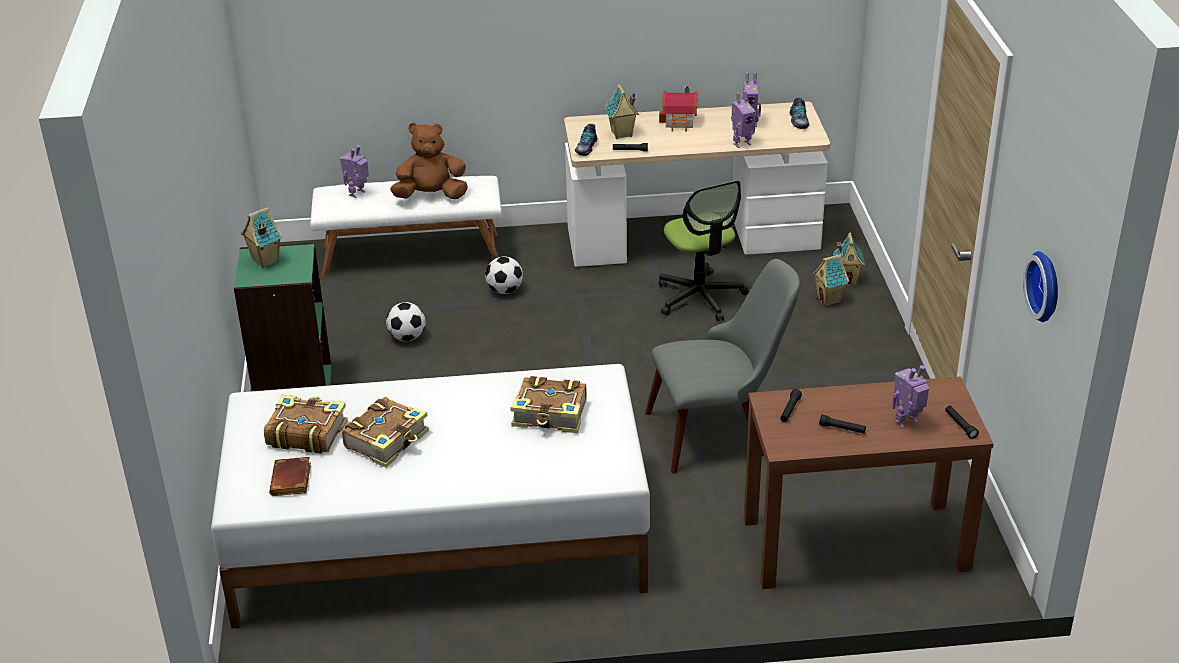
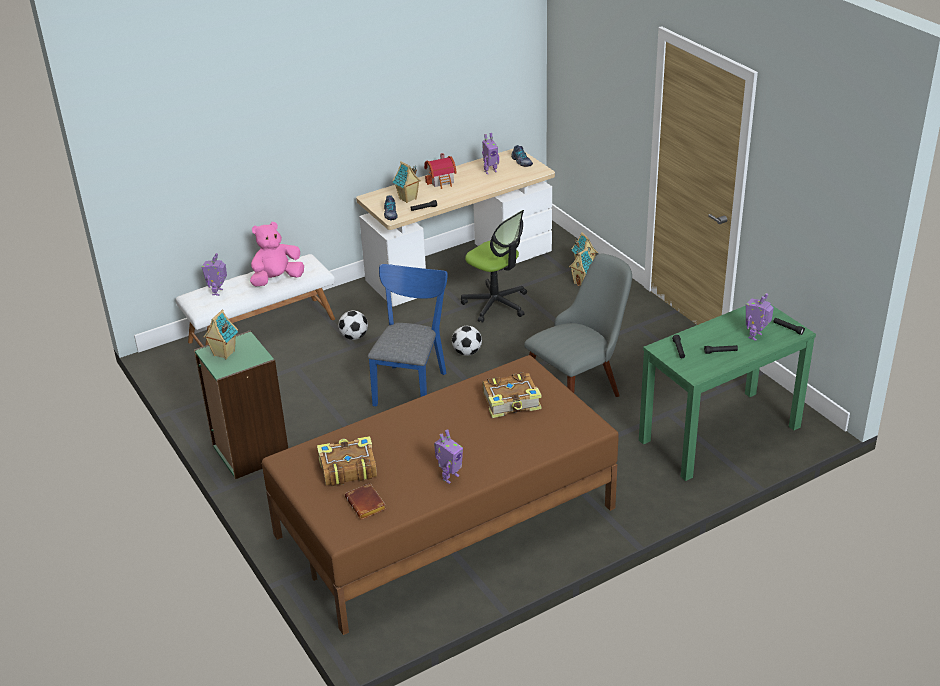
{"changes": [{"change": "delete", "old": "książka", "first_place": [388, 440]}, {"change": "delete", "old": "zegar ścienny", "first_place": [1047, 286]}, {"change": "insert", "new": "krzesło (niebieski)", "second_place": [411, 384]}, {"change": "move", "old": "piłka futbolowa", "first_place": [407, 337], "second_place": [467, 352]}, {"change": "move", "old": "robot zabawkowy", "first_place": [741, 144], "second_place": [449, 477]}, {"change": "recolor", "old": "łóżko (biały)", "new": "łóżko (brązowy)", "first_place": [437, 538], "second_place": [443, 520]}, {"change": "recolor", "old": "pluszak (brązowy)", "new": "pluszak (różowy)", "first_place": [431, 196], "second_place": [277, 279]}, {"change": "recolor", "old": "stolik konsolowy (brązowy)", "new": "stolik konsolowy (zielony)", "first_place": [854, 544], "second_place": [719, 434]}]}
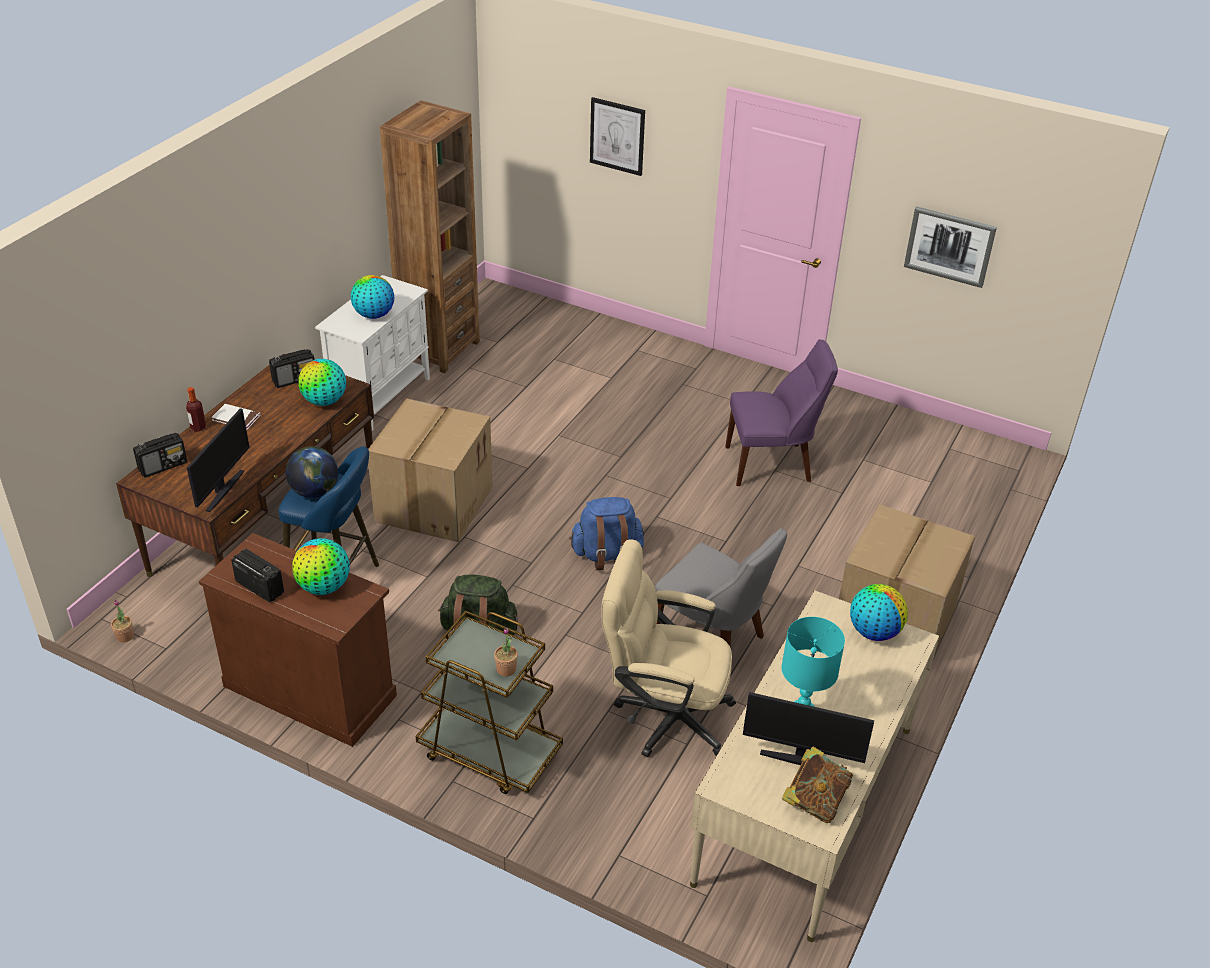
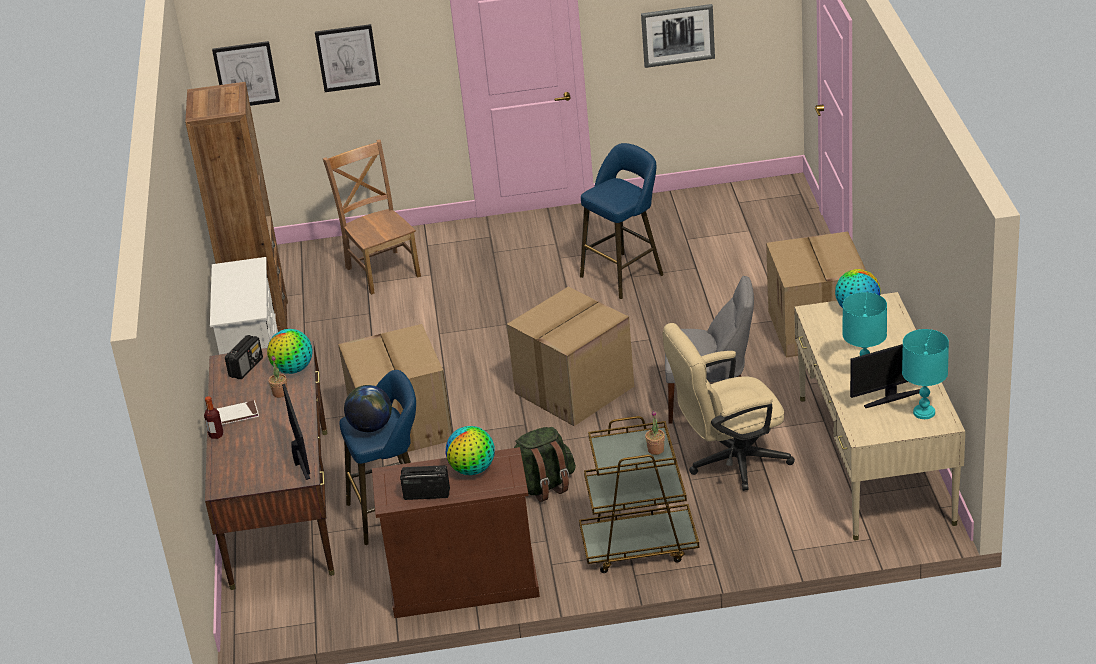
{"changes": [{"change": "delete", "old": "radio", "first_place": [163, 466]}, {"change": "delete", "old": "globus", "first_place": [374, 315]}, {"change": "insert", "new": "obraz", "second_place": [246, 74]}, {"change": "insert", "new": "krzesło (brązowy)", "second_place": [382, 270]}, {"change": "move", "old": "roślina doniczkowa", "first_place": [125, 636], "second_place": [280, 393]}, {"change": "replace", "old": "plecak (niebieski)", "new": "karton", "first_place": [606, 554], "second_place": [574, 391]}, {"change": "replace", "old": "krzesło (fioletowy)", "new": "stołek (niebieski)", "first_place": [772, 464], "second_place": [625, 273]}, {"change": "replace", "old": "książka", "new": "lampa stołowa (turkusowy)", "first_place": [815, 800], "second_place": [923, 413]}]}
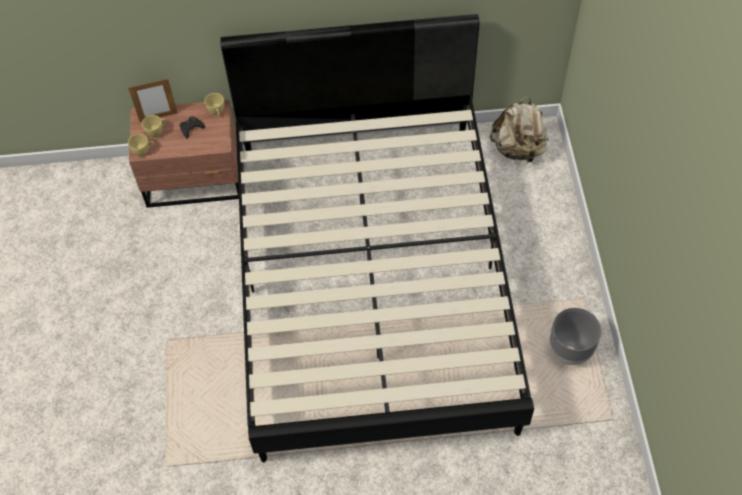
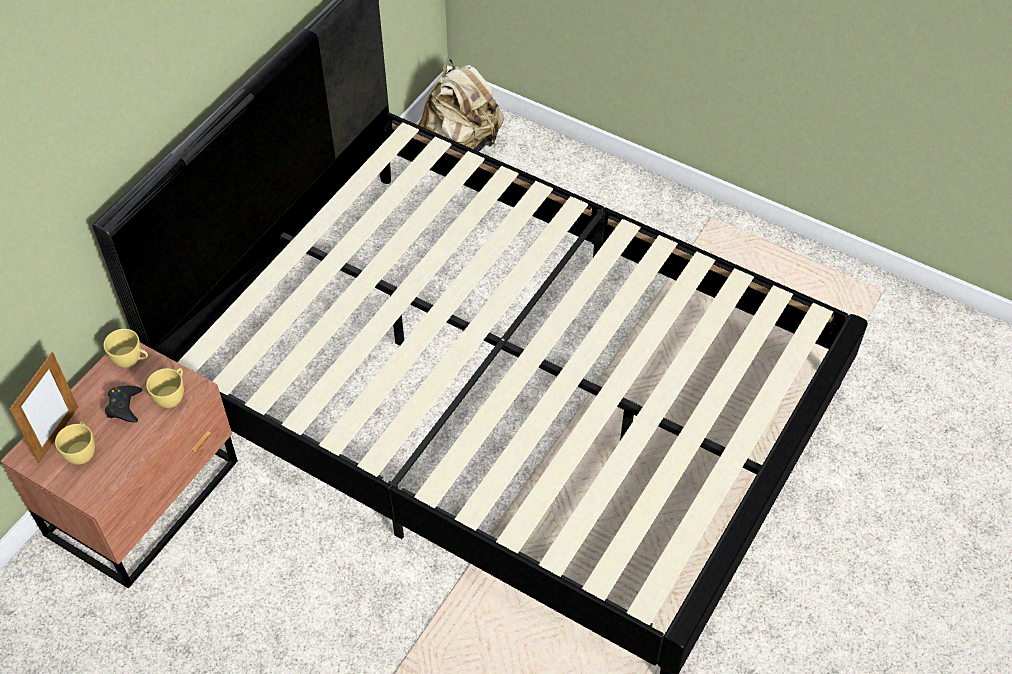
{"changes": [{"change": "delete", "old": "donica (szary)", "first_place": [570, 350]}, {"change": "move", "old": "filiżanka (żółty)", "first_place": [143, 151], "second_place": [173, 396]}]}
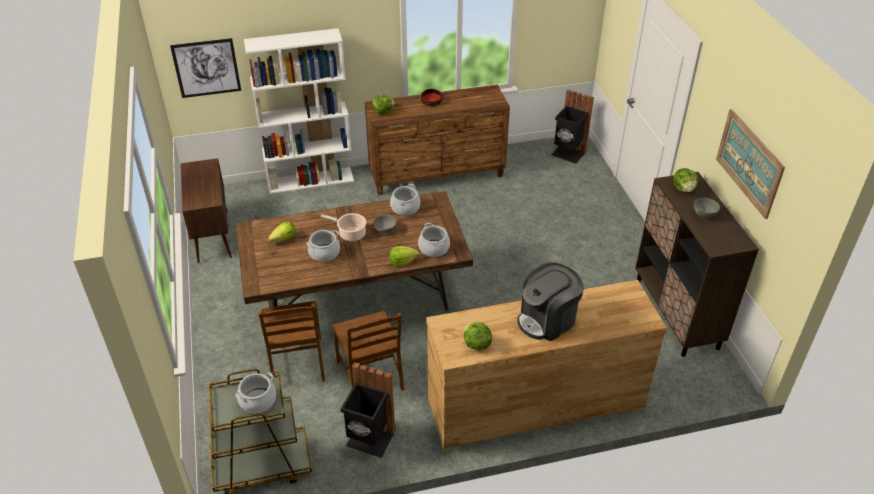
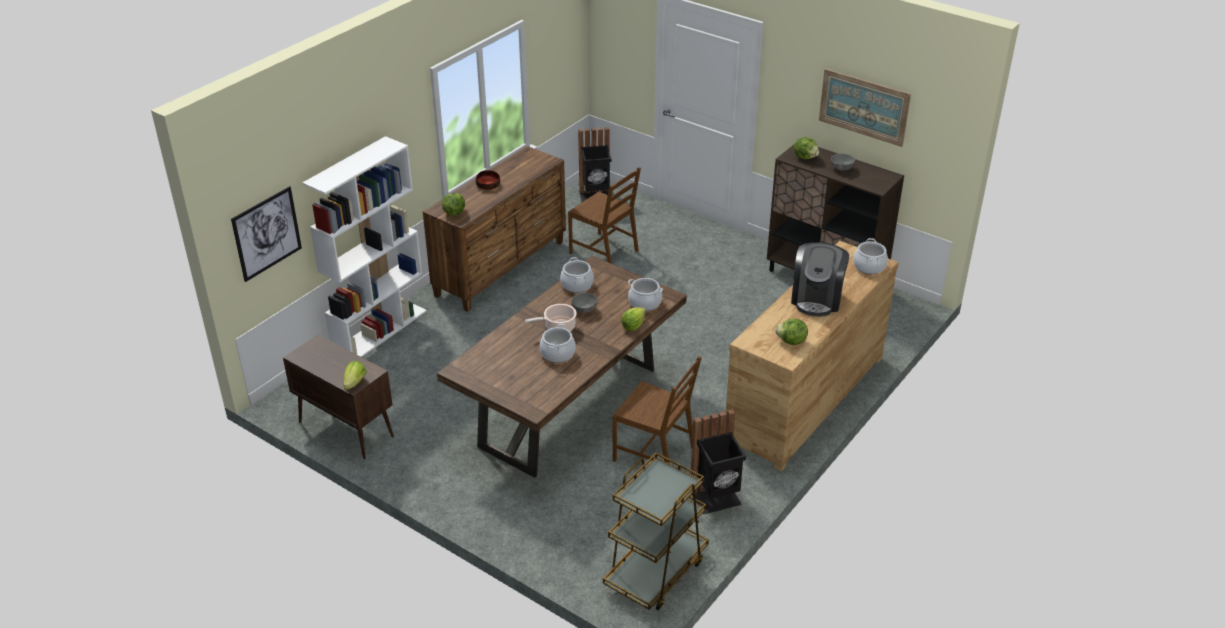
{"changes": [{"change": "move", "old": "garnek", "first_place": [257, 400], "second_place": [869, 266]}, {"change": "move", "old": "krzesło (brązowy)", "first_place": [297, 363], "second_place": [605, 252]}, {"change": "move", "old": "sałata", "first_place": [284, 239], "second_place": [355, 383]}]}
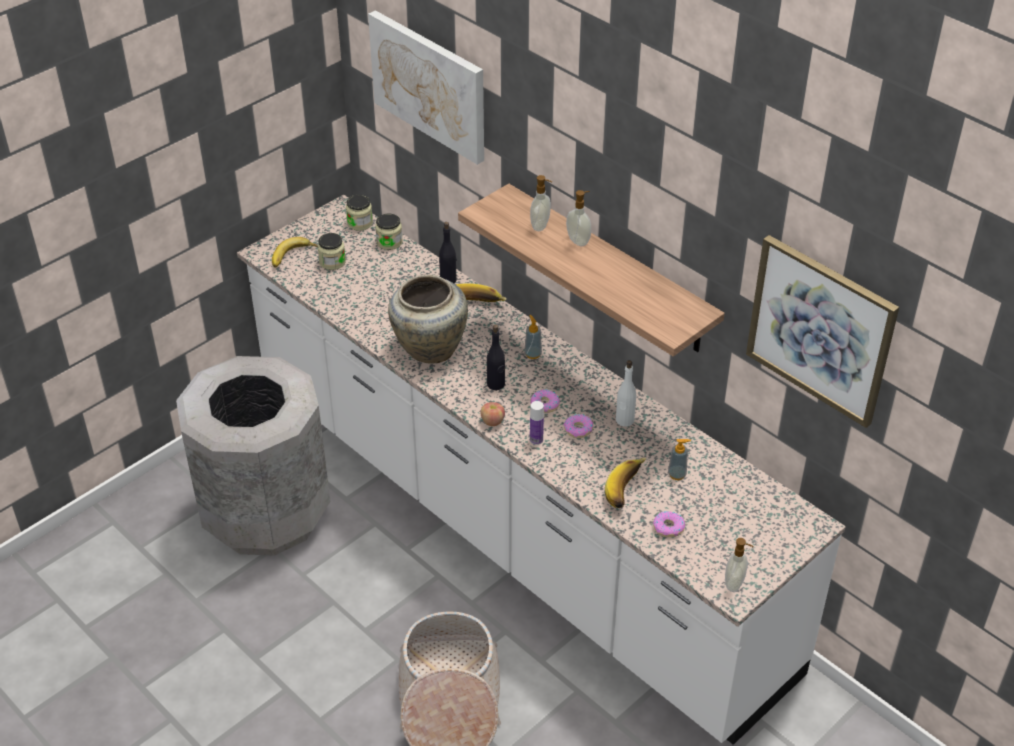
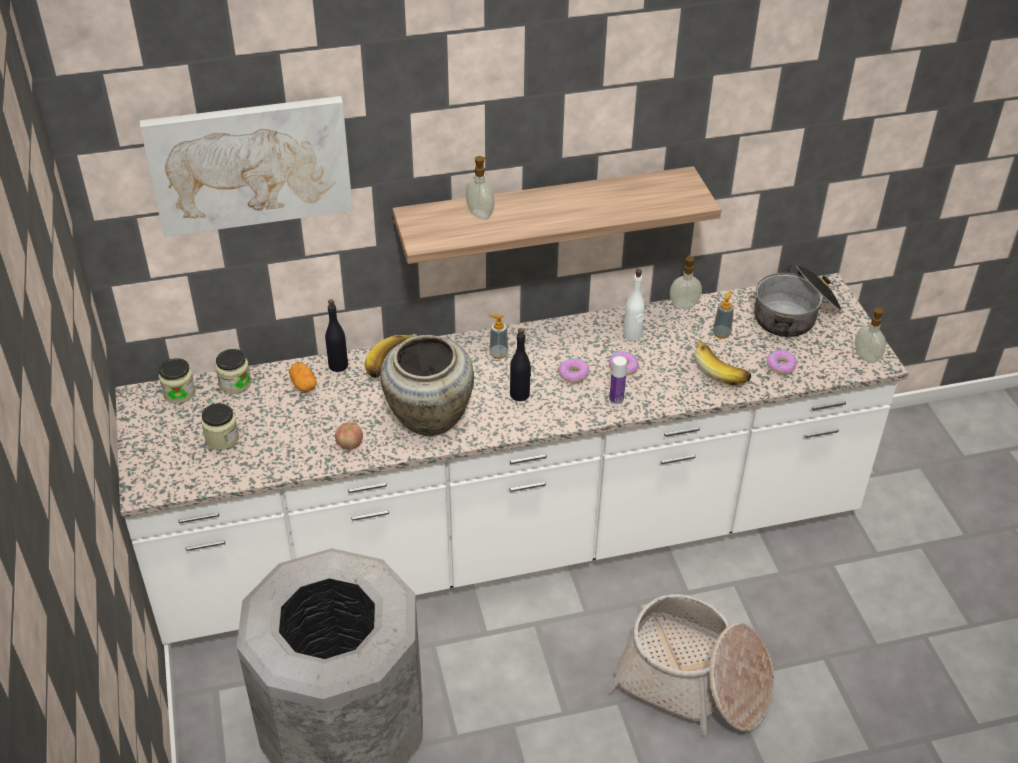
{"changes": [{"change": "delete", "old": "banan", "first_place": [293, 257]}, {"change": "delete", "old": "obraz", "first_place": [820, 330]}, {"change": "insert", "new": "ziemniak", "second_place": [303, 384]}, {"change": "insert", "new": "garnek", "second_place": [795, 315]}, {"change": "move", "old": "jabłko", "first_place": [492, 421], "second_place": [349, 444]}, {"change": "move", "old": "dozownik mydła", "first_place": [579, 240], "second_place": [683, 304]}]}
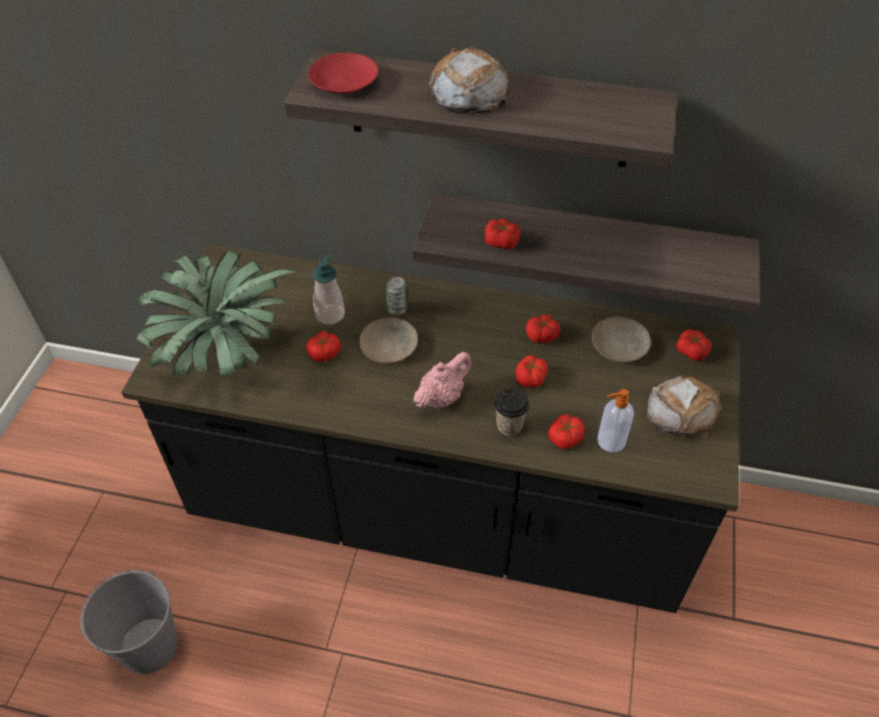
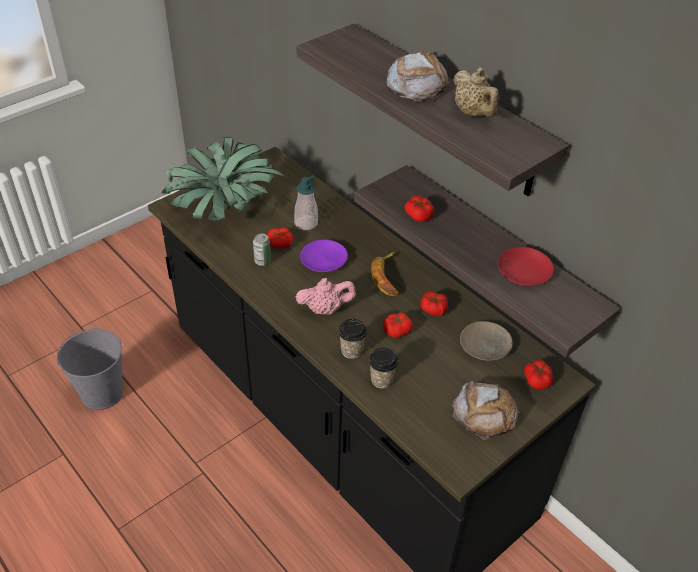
{"changes": [{"change": "delete", "old": "dozownik mydła", "first_place": [610, 441]}, {"change": "insert", "new": "banan", "second_place": [387, 277]}, {"change": "insert", "new": "imbryk (beżowy)", "second_place": [473, 113]}, {"change": "move", "old": "talerz (czerwony)", "first_place": [343, 82], "second_place": [523, 272]}, {"change": "move", "old": "puszka", "first_place": [397, 309], "second_place": [262, 261]}, {"change": "replace", "old": "pomidor", "new": "filiżanka", "first_place": [565, 437], "second_place": [381, 380]}, {"change": "recolor", "old": "talerz (beżowy)", "new": "talerz (fioletowy)", "first_place": [389, 345], "second_place": [324, 261]}]}
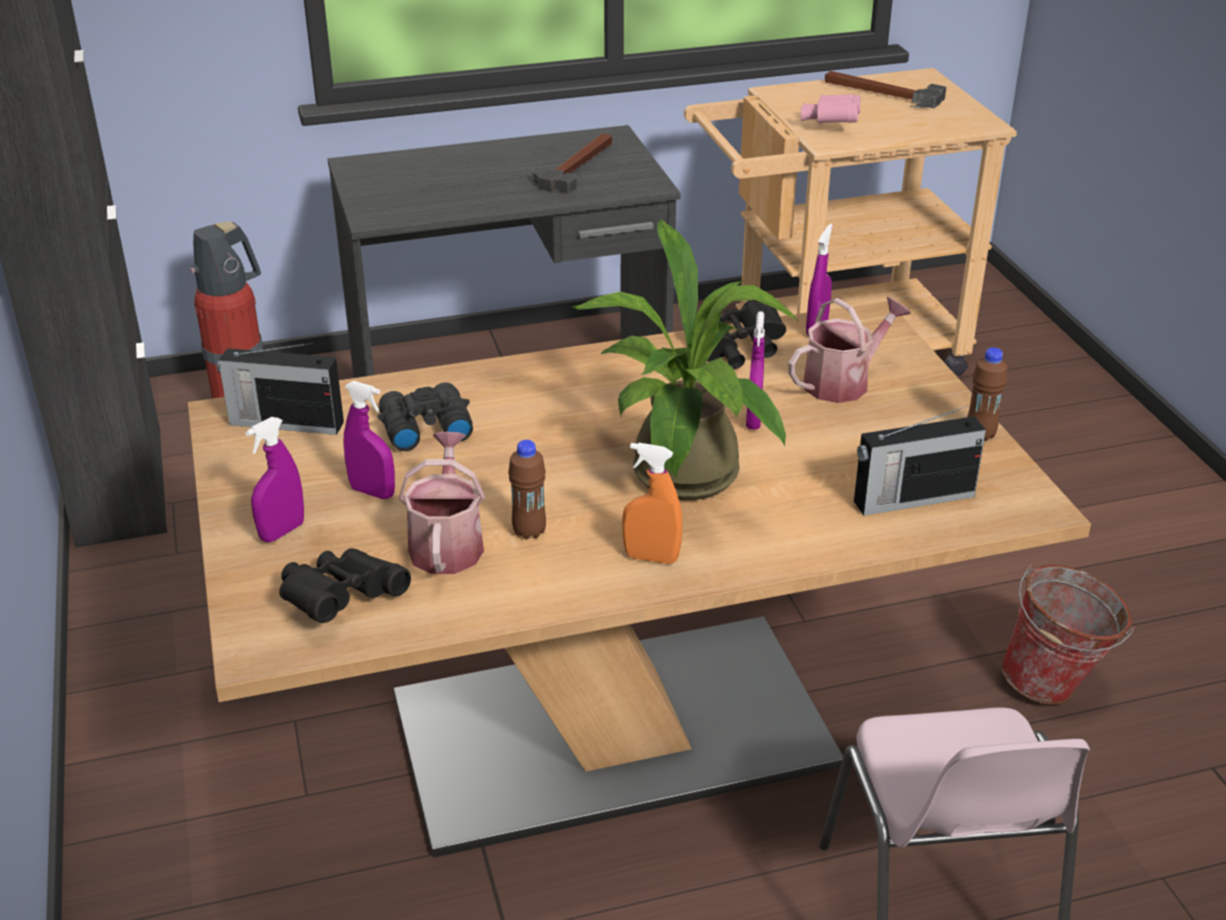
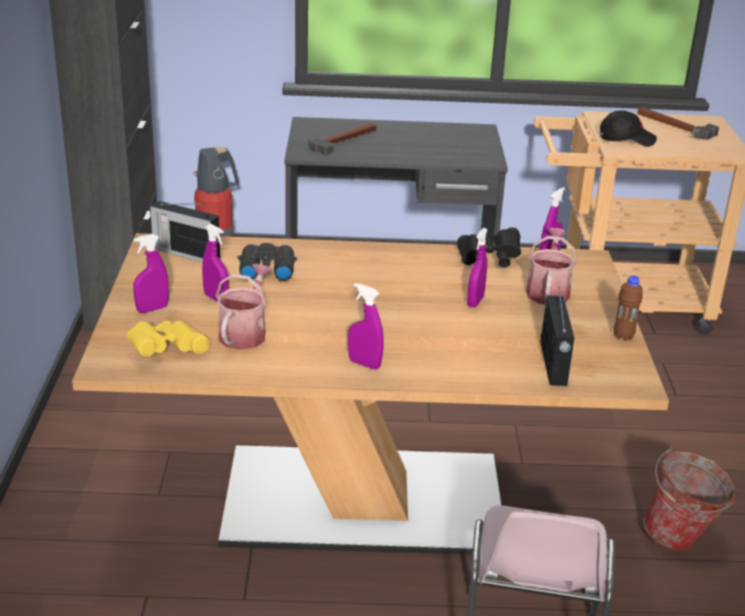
{"changes": [{"change": "delete", "old": "butelka (brązowy)", "first_place": [529, 531]}, {"change": "delete", "old": "roślina doniczkowa", "first_place": [685, 483]}, {"change": "move", "old": "młotek", "first_place": [577, 166], "second_place": [343, 140]}, {"change": "replace", "old": "lornetka (różowy)", "new": "czapka z daszkiem (czarny)", "first_place": [831, 124], "second_place": [626, 139]}, {"change": "recolor", "old": "lornetka (czarny)", "new": "lornetka (żółty)", "first_place": [341, 600], "second_place": [166, 350]}, {"change": "recolor", "old": "spryskiwacz (pomarańczowy)", "new": "spryskiwacz (fioletowy)", "first_place": [651, 558], "second_place": [364, 364]}, {"change": "rotate", "old": "konewka", "first_place": [843, 382], "second_place": [548, 291], "degrees": -60}, {"change": "rotate", "old": "radio", "first_place": [911, 499], "second_place": [553, 364], "degrees": -90}]}
